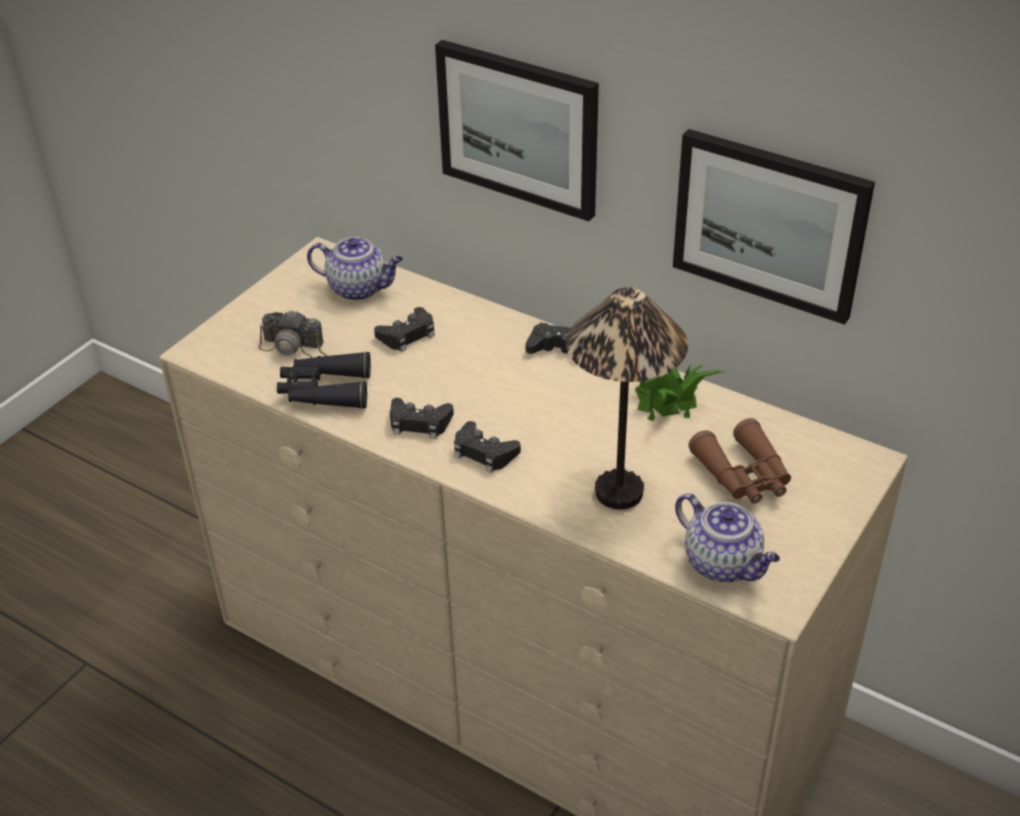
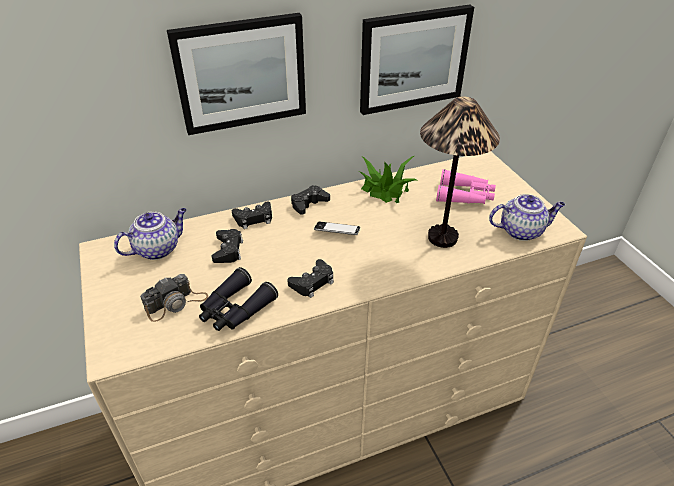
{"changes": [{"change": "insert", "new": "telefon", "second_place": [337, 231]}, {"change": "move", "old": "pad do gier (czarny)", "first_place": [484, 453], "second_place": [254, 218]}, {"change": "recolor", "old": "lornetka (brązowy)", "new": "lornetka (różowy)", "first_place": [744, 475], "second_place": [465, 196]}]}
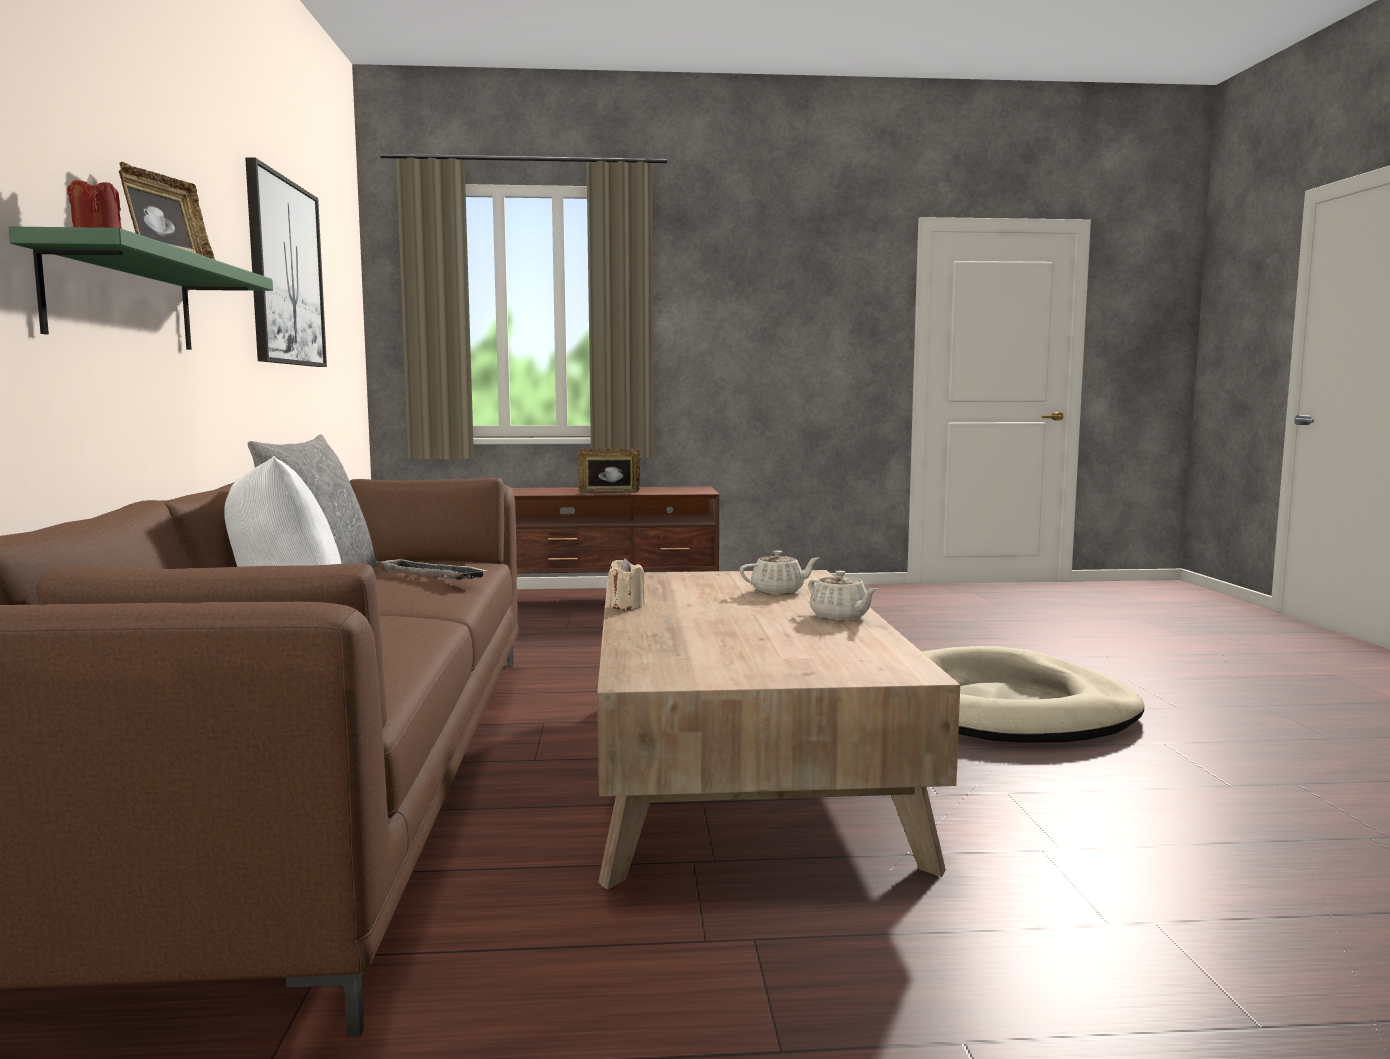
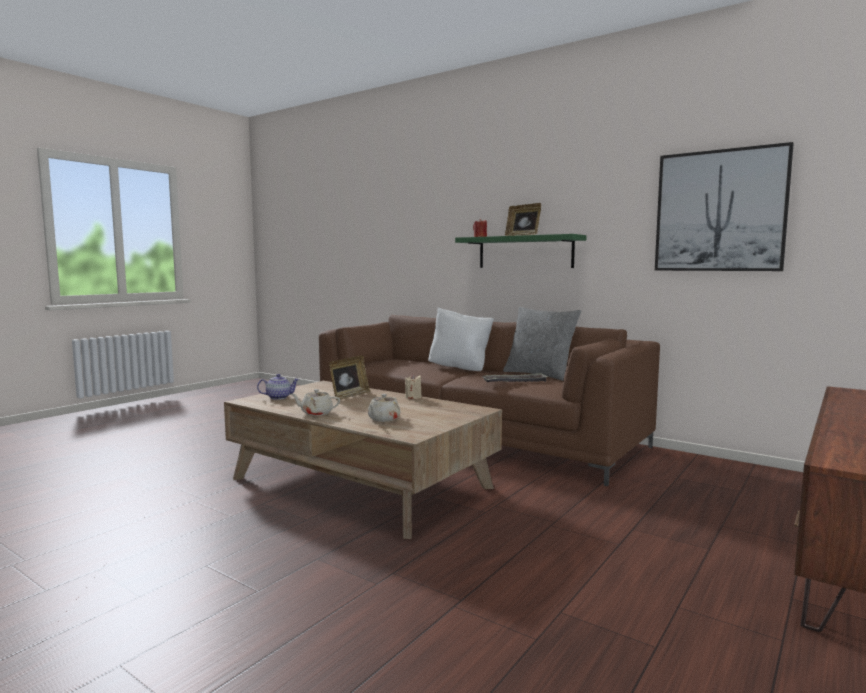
{"changes": [{"change": "delete", "old": "legowisko (beżowy)", "first_place": [1003, 708]}, {"change": "insert", "new": "imbryk", "second_place": [279, 397]}, {"change": "move", "old": "ramka na zdjęcie", "first_place": [609, 494], "second_place": [349, 396]}]}
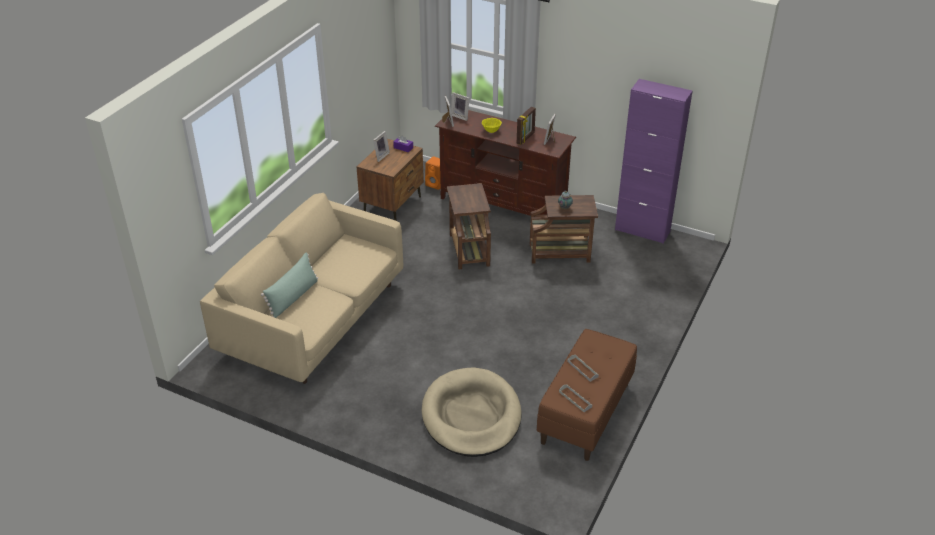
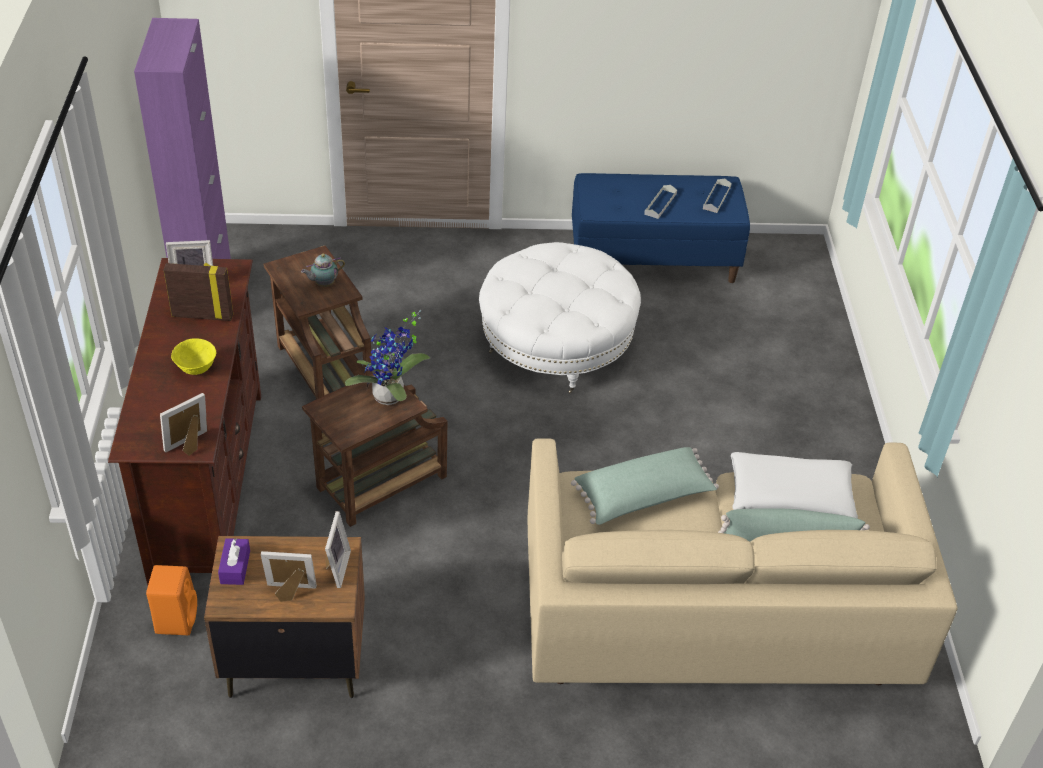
{"changes": [{"change": "delete", "old": "legowisko (beżowy)", "first_place": [471, 416]}, {"change": "insert", "new": "roślina doniczkowa", "second_place": [391, 398]}, {"change": "insert", "new": "pufa (biały)", "second_place": [556, 345]}, {"change": "insert", "new": "poduszka (zielony)", "second_place": [644, 497]}, {"change": "insert", "new": "poduszka (biały)", "second_place": [790, 496]}, {"change": "move", "old": "ramka na zdjęcie", "first_place": [461, 116], "second_place": [335, 568]}, {"change": "recolor", "old": "ławka (brązowy)", "new": "ławka (niebieski)", "first_place": [586, 413], "second_place": [653, 259]}]}
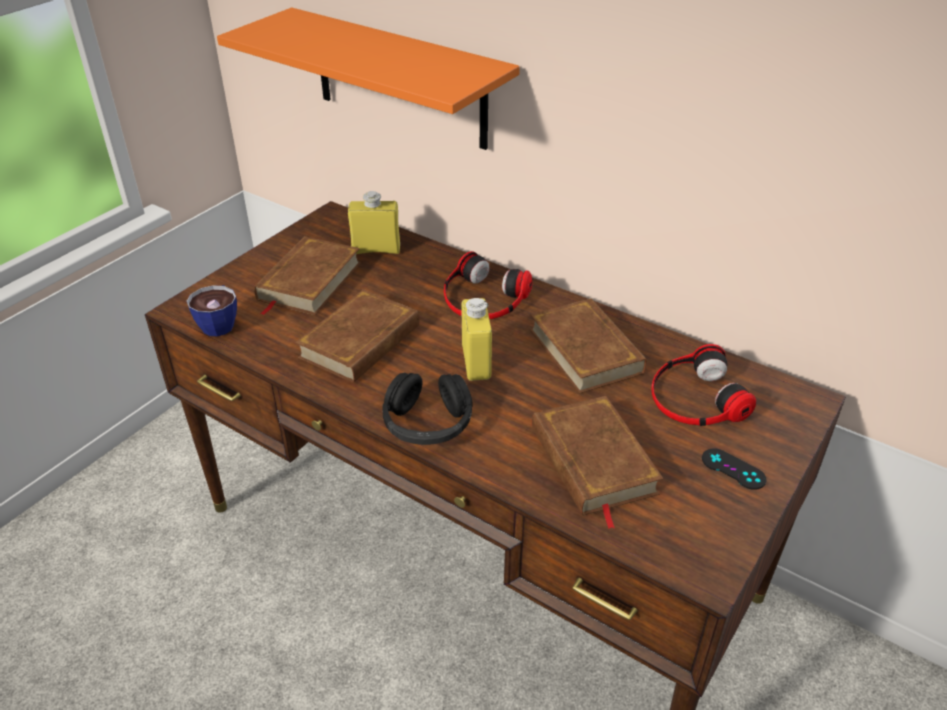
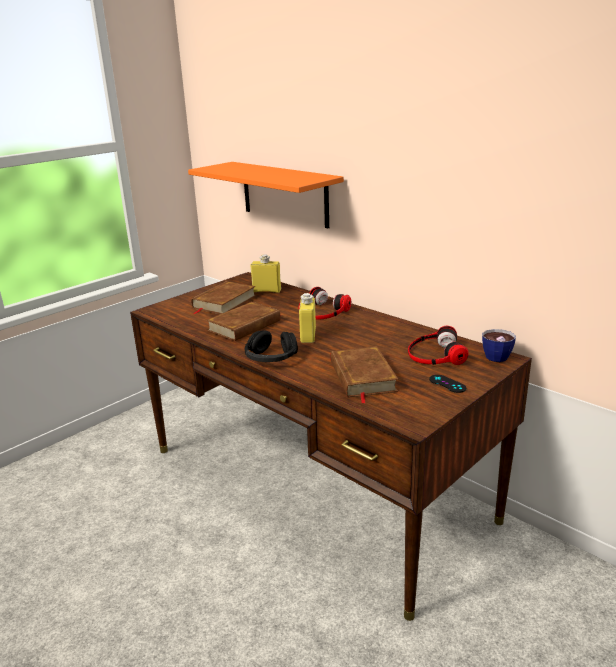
{"changes": [{"change": "delete", "old": "książka (brązowy)", "first_place": [586, 350]}, {"change": "move", "old": "filiżanka", "first_place": [220, 323], "second_place": [496, 355]}]}
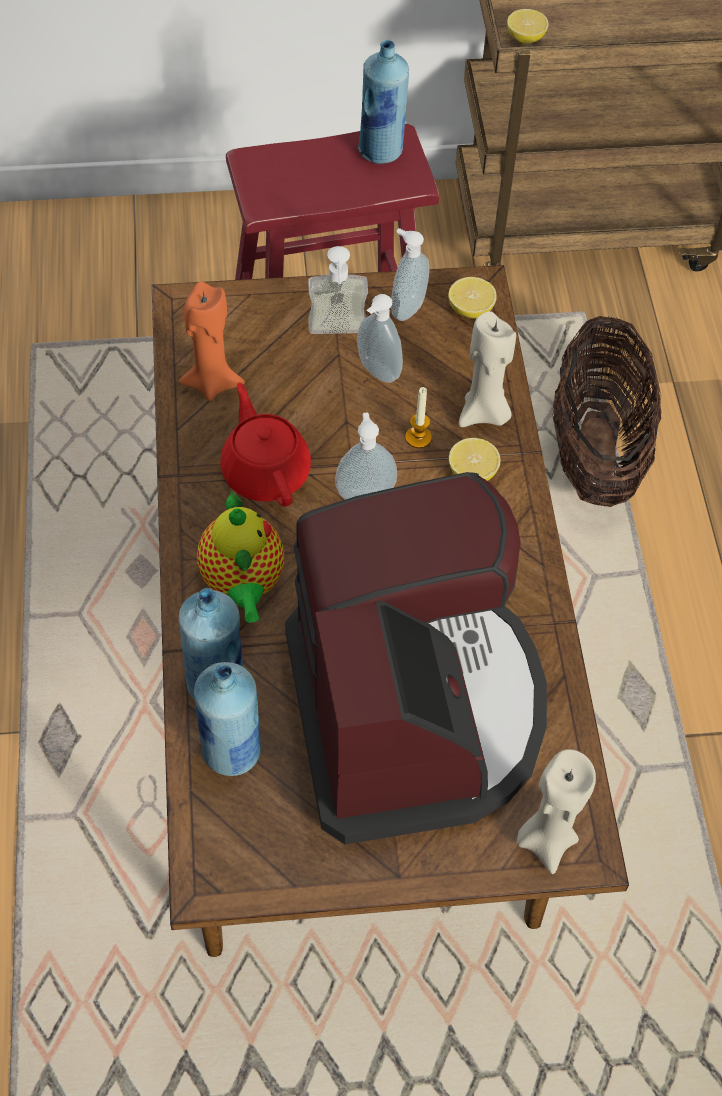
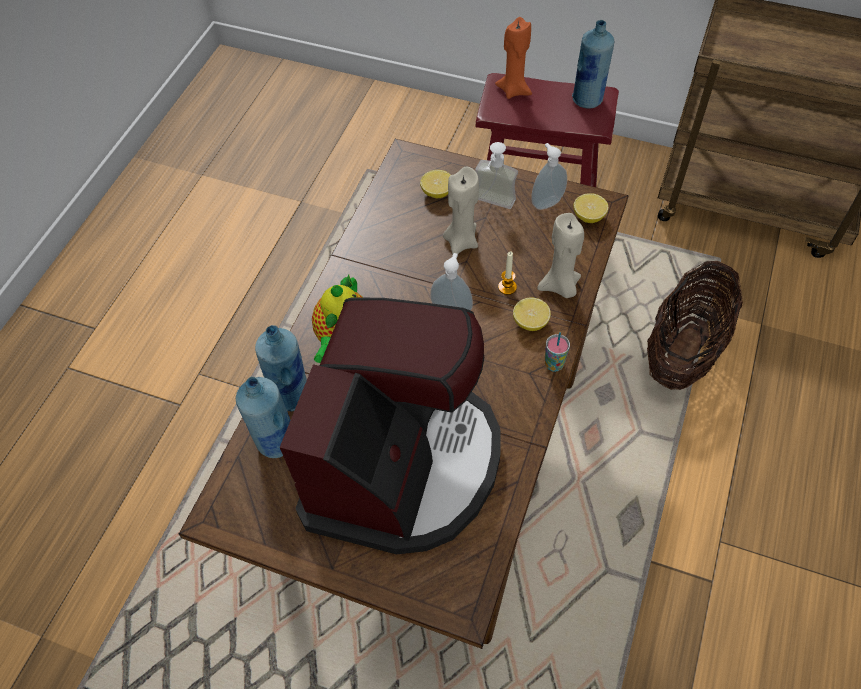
{"changes": [{"change": "delete", "old": "imbryk (czerwony)", "first_place": [265, 471]}, {"change": "delete", "old": "dozownik mydła", "first_place": [376, 373]}, {"change": "insert", "new": "filiżanka", "second_place": [554, 364]}, {"change": "move", "old": "świeca (pomarańczowy)", "first_place": [212, 383], "second_place": [514, 90]}, {"change": "move", "old": "cytryna", "first_place": [525, 38], "second_place": [437, 192]}, {"change": "move", "old": "świeca (beżowy)", "first_place": [546, 839], "second_place": [461, 241]}]}
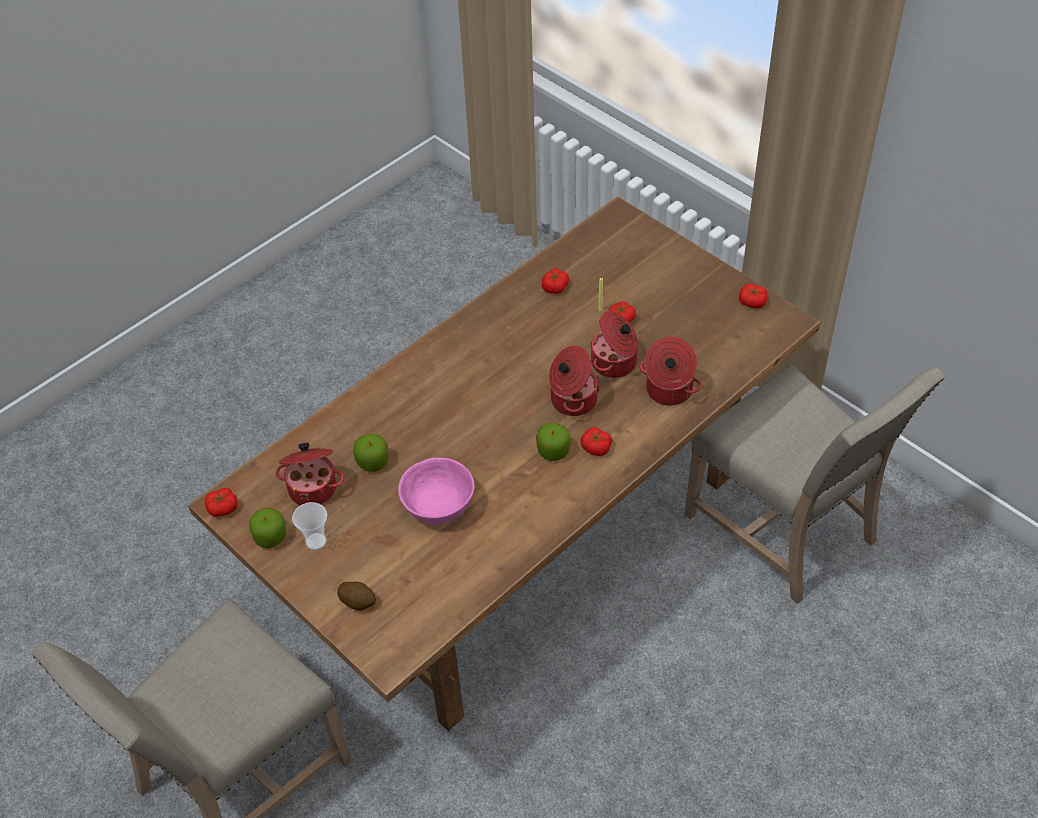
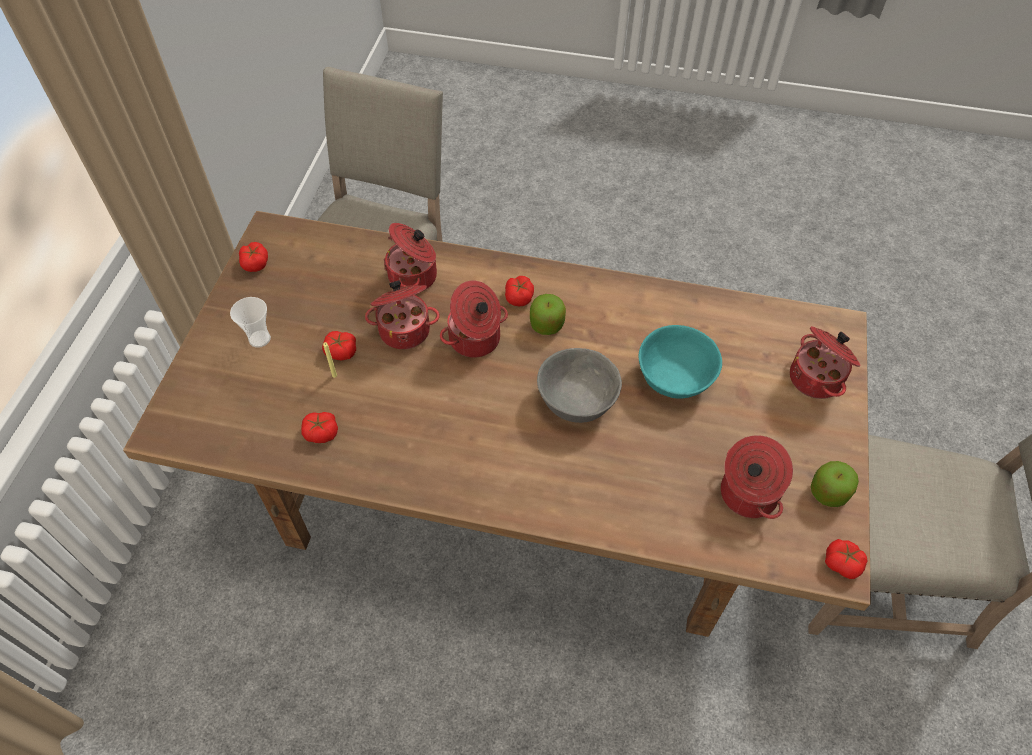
{"changes": [{"change": "delete", "old": "jabłko", "first_place": [373, 462]}, {"change": "insert", "new": "miska (szary)", "second_place": [576, 399]}, {"change": "move", "old": "filiżanka", "first_place": [316, 541], "second_place": [259, 339]}, {"change": "replace", "old": "ziemniak", "new": "garnek", "first_place": [358, 601], "second_place": [817, 378]}, {"change": "recolor", "old": "miska (różowy)", "new": "miska (turkusowy)", "first_place": [438, 505], "second_place": [675, 377]}]}
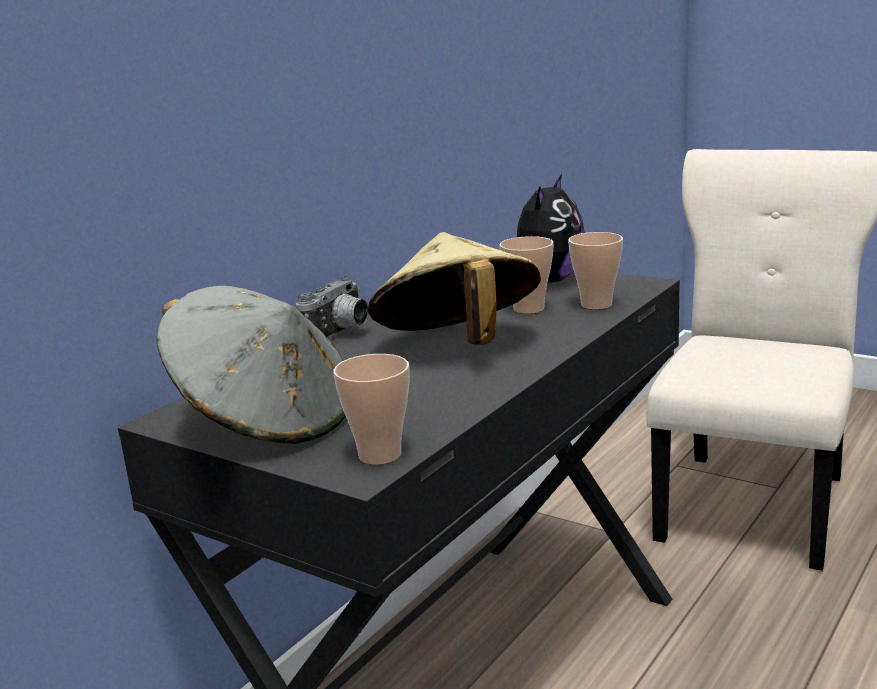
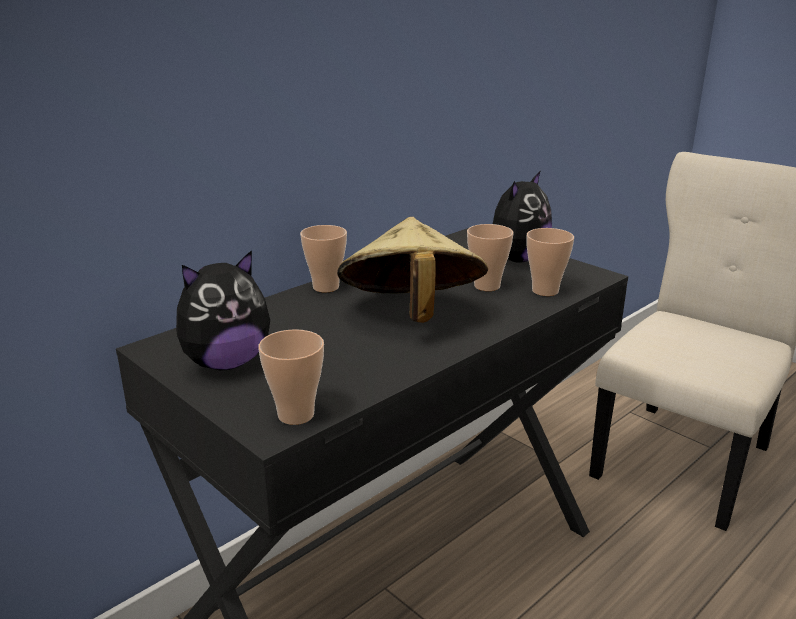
{"changes": [{"change": "replace", "old": "kapelusz (szary)", "new": "pluszak", "first_place": [265, 421], "second_place": [226, 362]}, {"change": "replace", "old": "aparat fotograficzny", "new": "filiżanka", "first_place": [341, 335], "second_place": [326, 287]}]}
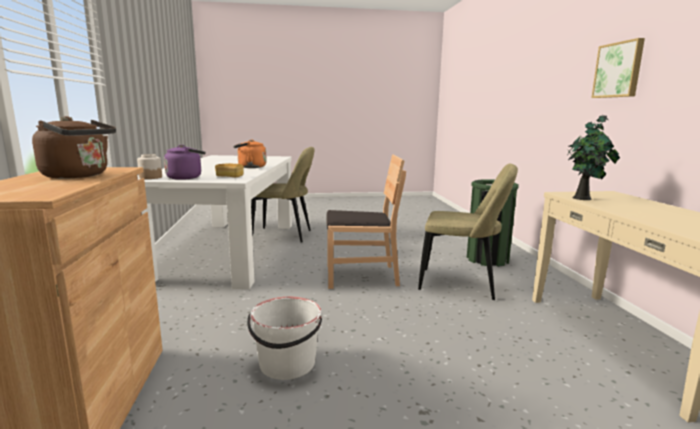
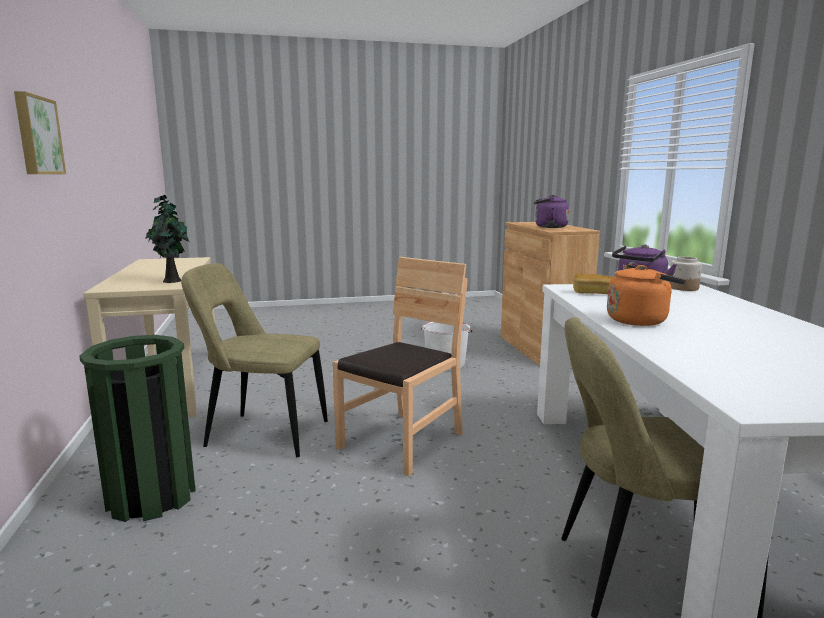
{"changes": [{"change": "recolor", "old": "czajnik (brązowy)", "new": "czajnik (fioletowy)", "first_place": [79, 176], "second_place": [548, 227]}, {"change": "rotate", "old": "krzesło (brązowy)", "first_place": [361, 276], "second_place": [402, 441], "degrees": 135}]}
